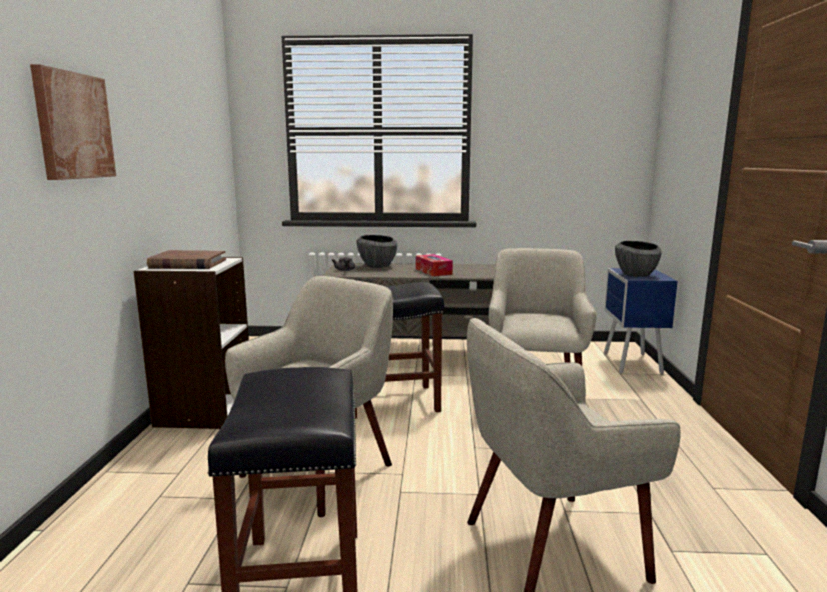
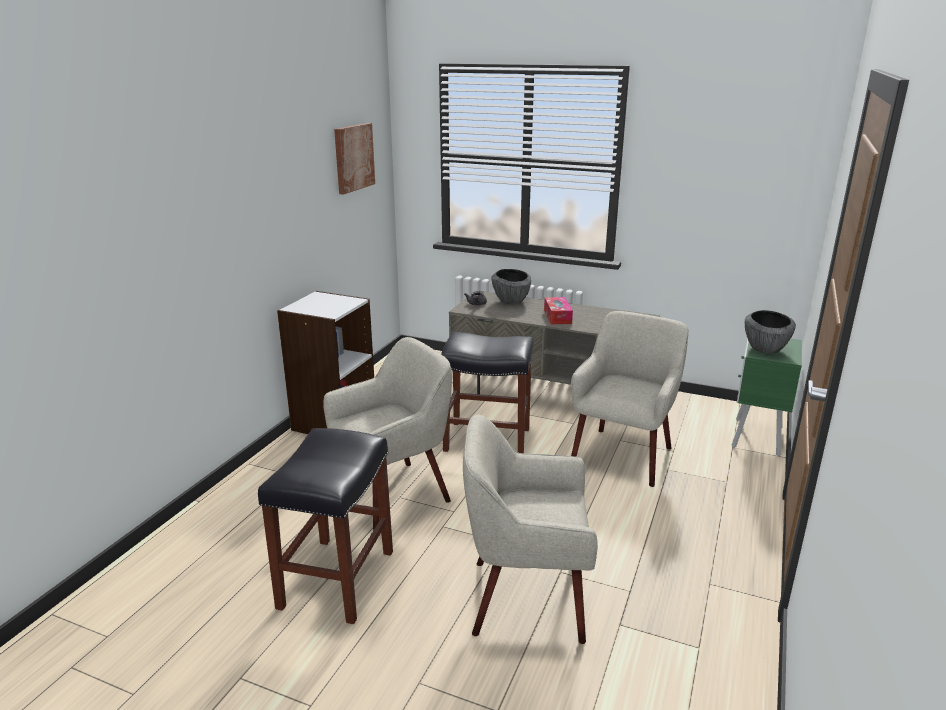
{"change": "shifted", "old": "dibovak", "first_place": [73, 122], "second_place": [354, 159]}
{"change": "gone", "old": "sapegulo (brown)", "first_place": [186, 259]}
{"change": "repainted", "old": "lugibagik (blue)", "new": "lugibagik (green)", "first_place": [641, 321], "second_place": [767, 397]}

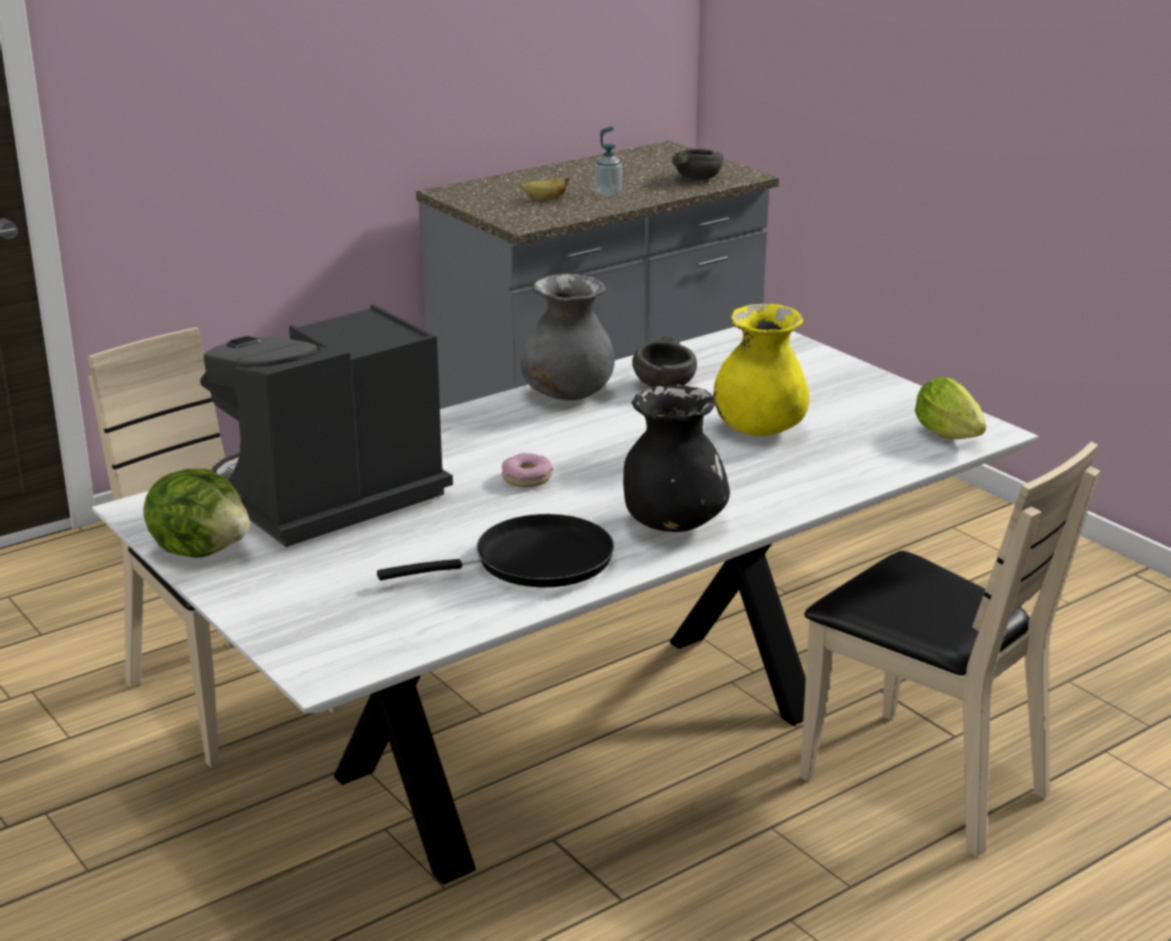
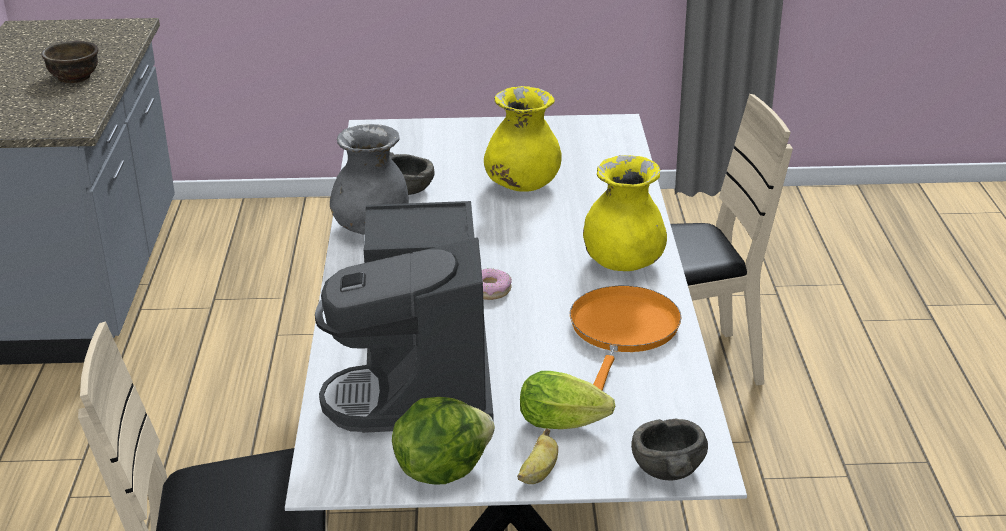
{"change": "swapped", "old": "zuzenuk", "new": "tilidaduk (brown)", "first_place": [608, 161], "second_place": [70, 62]}
{"change": "shifted", "old": "tilidaduk (grey)", "first_place": [698, 164], "second_place": [669, 449]}
{"change": "shifted", "old": "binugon", "first_place": [544, 188], "second_place": [537, 456]}
{"change": "shifted", "old": "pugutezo", "first_place": [950, 408], "second_place": [567, 400]}
{"change": "repainted", "old": "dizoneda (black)", "new": "dizoneda (yellow)", "first_place": [676, 458], "second_place": [625, 213]}
{"change": "repainted", "old": "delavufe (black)", "new": "delavufe (orange)", "first_place": [495, 550], "second_place": [625, 338]}

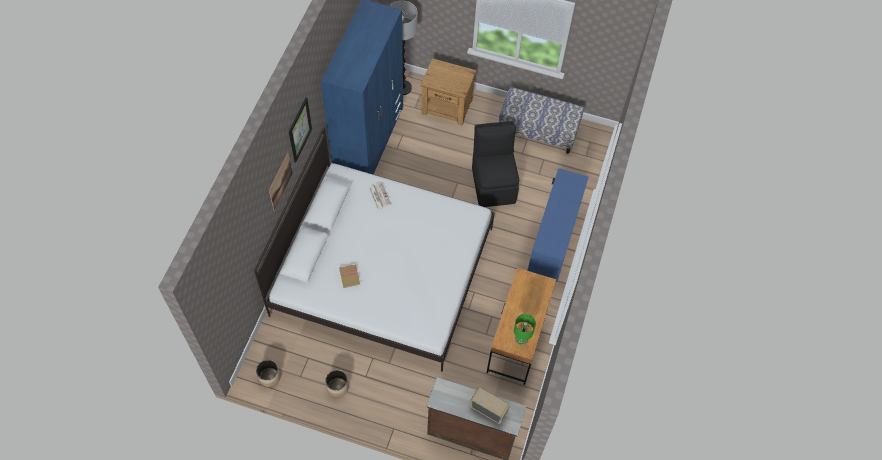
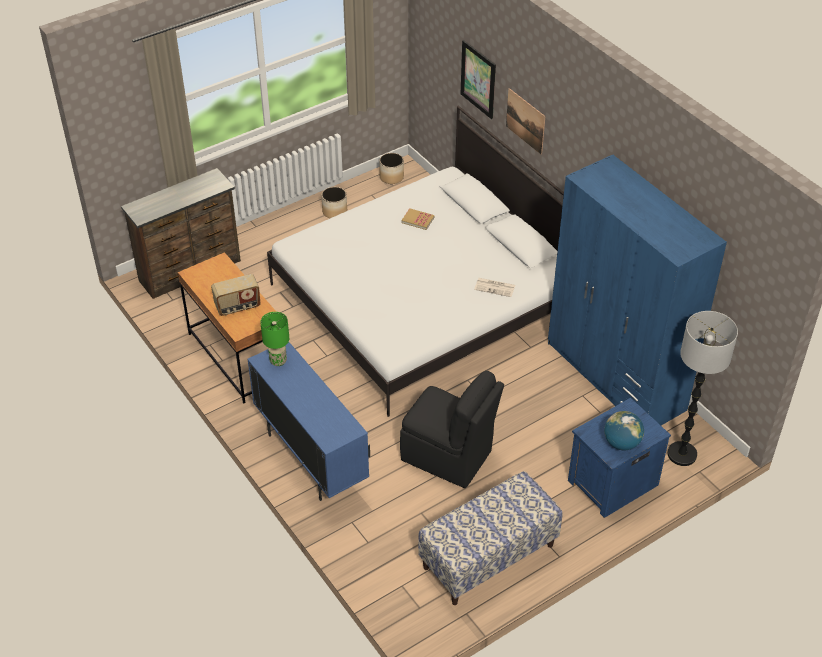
{"change": "repainted", "old": "lugibagik (brown)", "new": "lugibagik (blue)", "first_place": [448, 92], "second_place": [619, 458]}
{"change": "shifted", "old": "dibovak", "first_place": [300, 129], "second_place": [478, 79]}
{"change": "shifted", "old": "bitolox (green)", "first_place": [525, 329], "second_place": [274, 339]}
{"change": "shifted", "old": "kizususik", "first_place": [490, 405], "second_place": [236, 295]}
{"change": "new", "new": "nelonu", "second_place": [624, 431]}

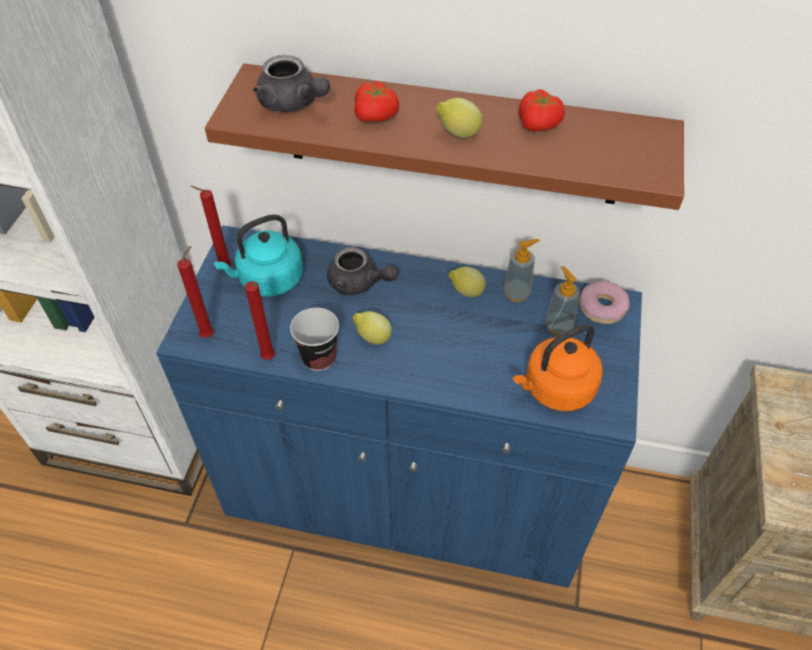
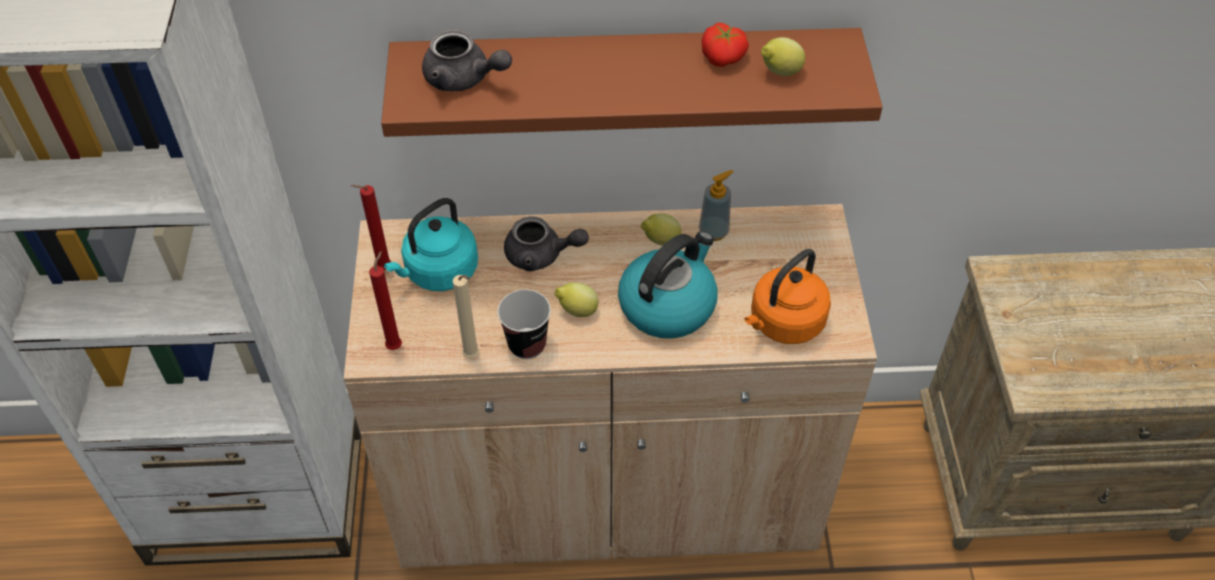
{"change": "gone", "old": "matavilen", "first_place": [376, 101]}
{"change": "shifted", "old": "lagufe", "first_place": [459, 118], "second_place": [783, 56]}
{"change": "repainted", "old": "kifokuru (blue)", "new": "kifokuru (beige)", "first_place": [399, 406], "second_place": [610, 386]}
{"change": "gone", "old": "zuzenuk", "first_place": [562, 300]}
{"change": "repainted", "old": "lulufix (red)", "new": "lulufix (beige)", "first_place": [260, 320], "second_place": [466, 317]}
{"change": "gone", "old": "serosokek", "first_place": [604, 302]}
{"change": "new", "new": "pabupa", "second_place": [667, 285]}

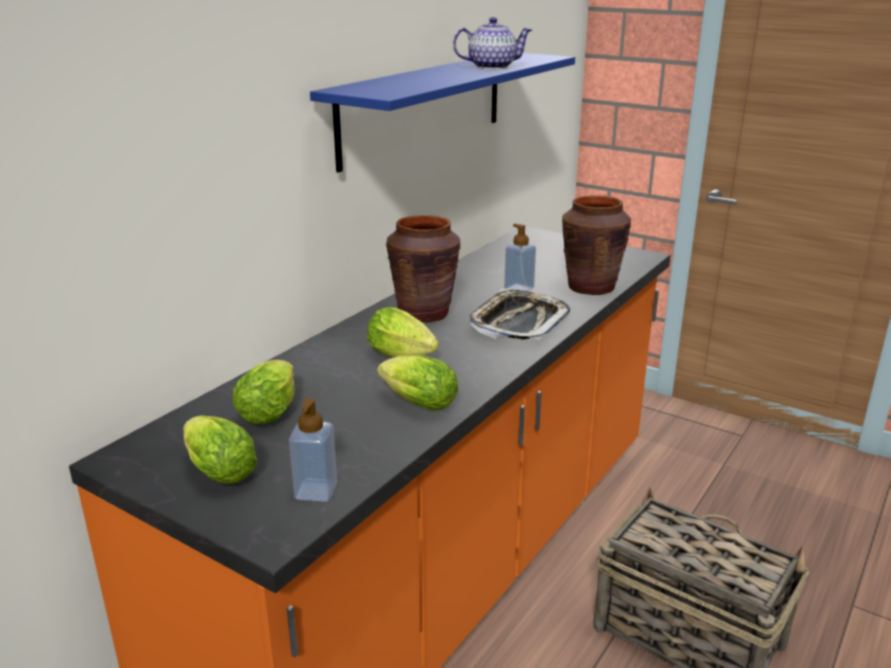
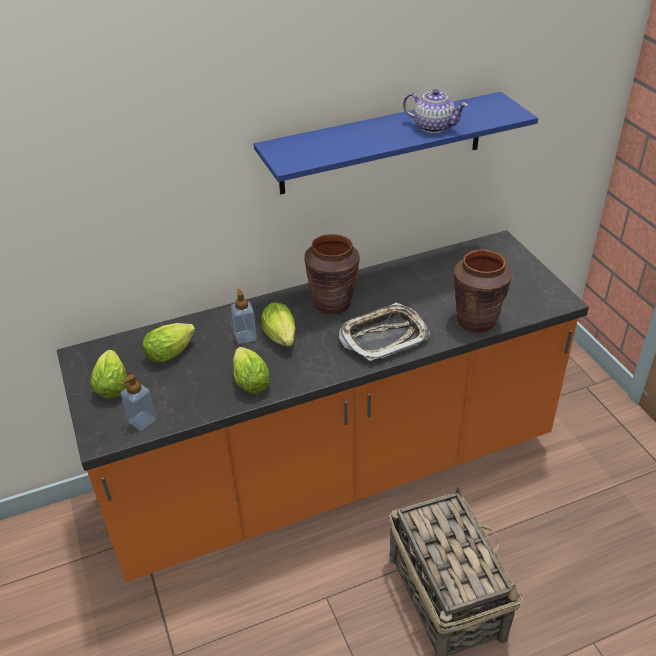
{"change": "shifted", "old": "zuzenuk", "first_place": [520, 257], "second_place": [243, 316]}

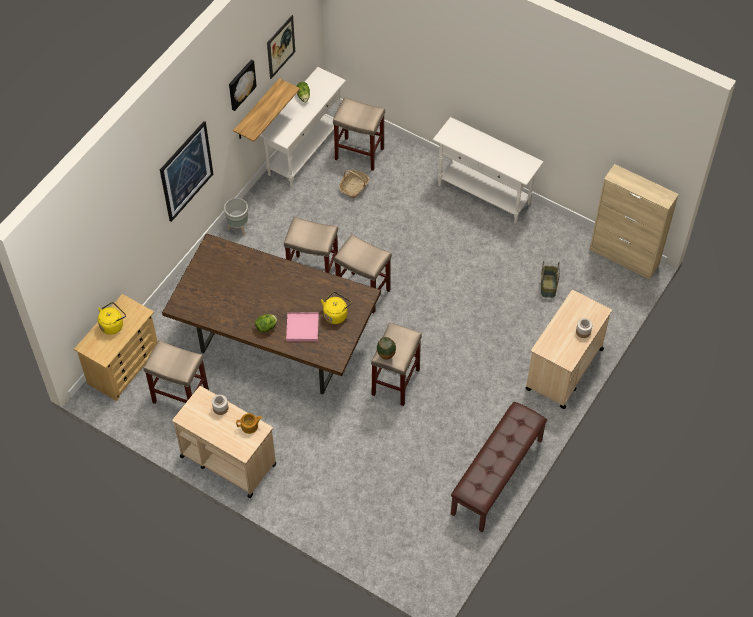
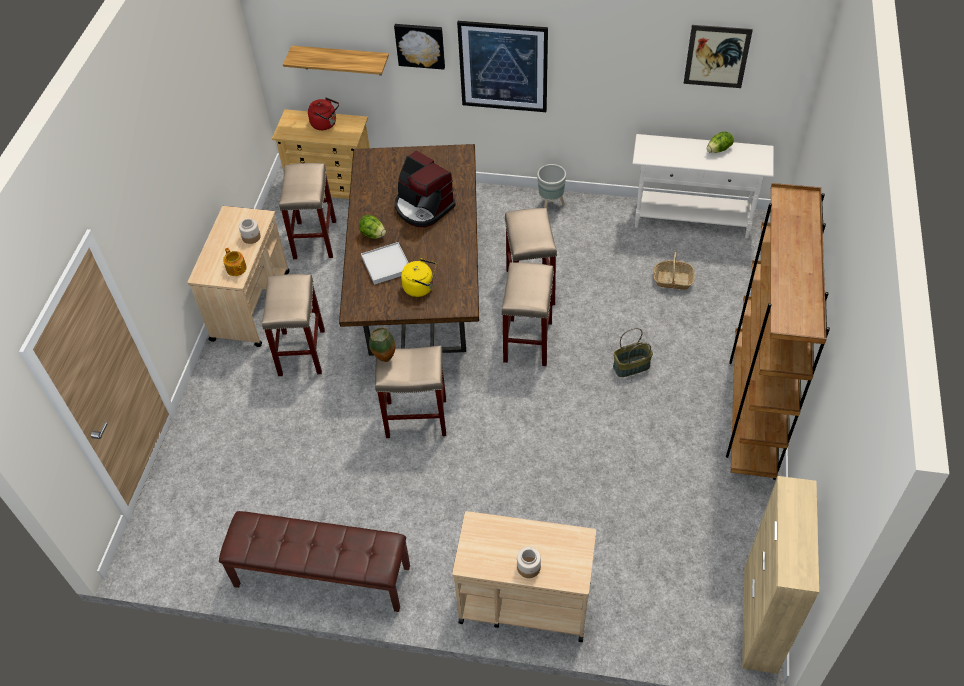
{"change": "shifted", "old": "dibovak", "first_place": [243, 85], "second_place": [419, 47]}
{"change": "shifted", "old": "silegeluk", "first_place": [266, 110], "second_place": [336, 60]}
{"change": "shifted", "old": "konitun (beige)", "first_place": [359, 134], "second_place": [293, 325]}
{"change": "swapped", "old": "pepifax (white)", "new": "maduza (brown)", "first_place": [488, 170], "second_place": [778, 331]}
{"change": "shifted", "old": "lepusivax", "first_place": [550, 279], "second_place": [633, 352]}
{"change": "repainted", "old": "pabupa (yellow)", "new": "pabupa (red)", "first_place": [112, 318], "second_place": [323, 113]}
{"change": "repainted", "old": "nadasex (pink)", "new": "nadasex (white)", "first_place": [302, 327], "second_place": [384, 263]}
{"change": "new", "new": "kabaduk", "second_place": [425, 189]}

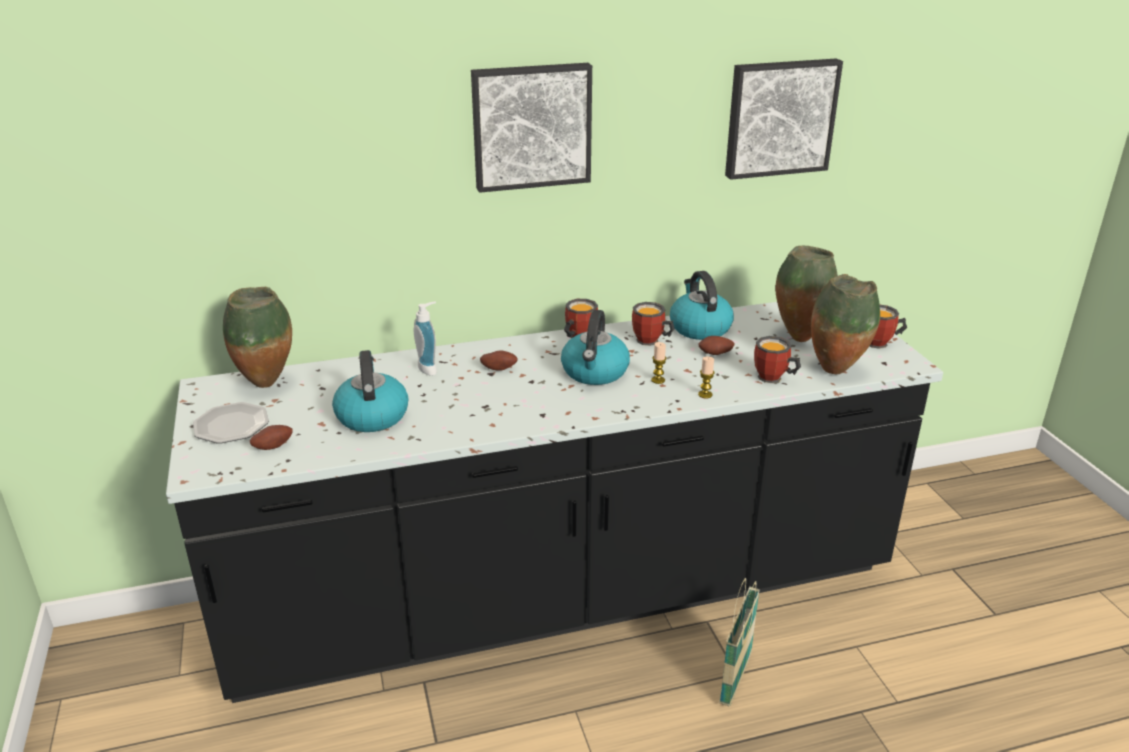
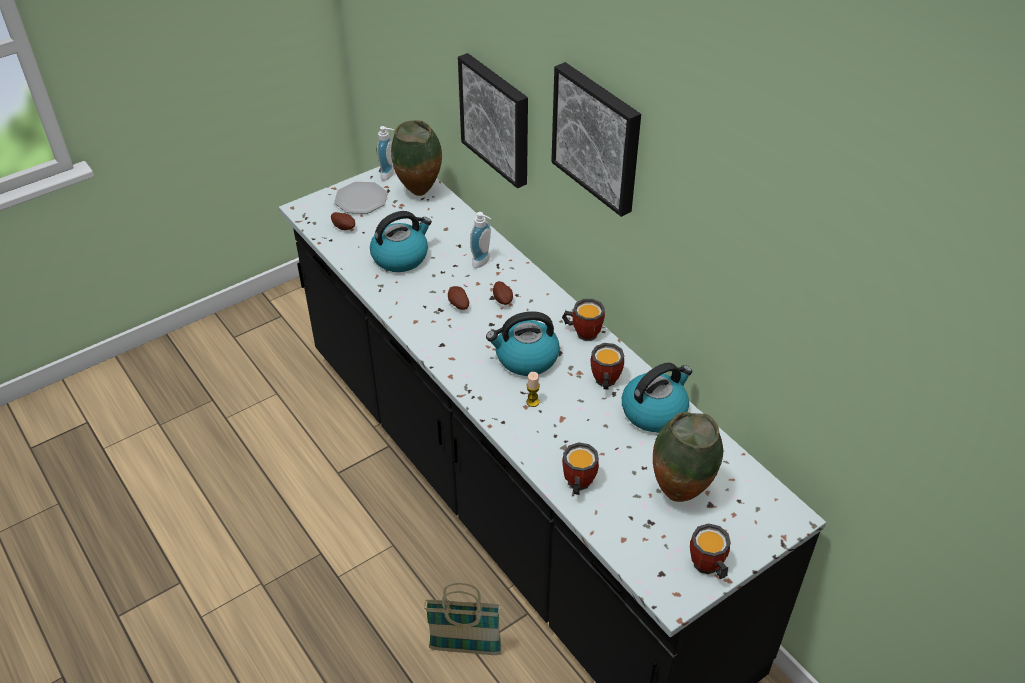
{"change": "shifted", "old": "dibovak", "first_place": [784, 119], "second_place": [493, 120]}
{"change": "gone", "old": "dizoneda", "first_place": [845, 324]}
{"change": "shifted", "old": "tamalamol", "first_place": [716, 345], "second_place": [458, 298]}
{"change": "gone", "old": "lulufix", "first_place": [706, 378]}
{"change": "new", "new": "zuzenuk", "second_place": [385, 153]}

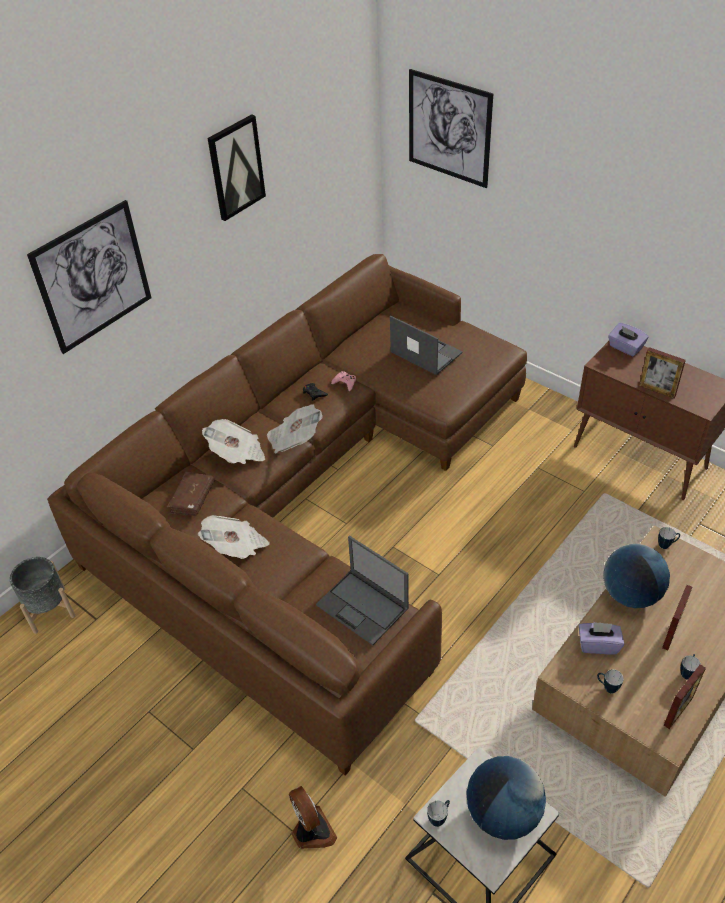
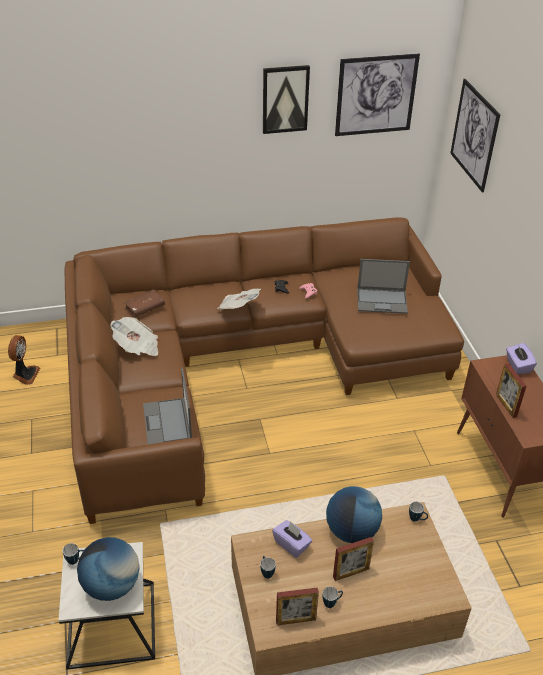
{"change": "shifted", "old": "dibovak", "first_place": [89, 277], "second_place": [377, 95]}
{"change": "rotated", "old": "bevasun", "first_place": [426, 345], "second_place": [383, 286], "degrees": 105}
{"change": "gone", "old": "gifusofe", "first_place": [233, 441]}
{"change": "gone", "old": "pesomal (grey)", "first_place": [42, 595]}
{"change": "shifted", "old": "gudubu", "first_place": [313, 817], "second_place": [24, 360]}

